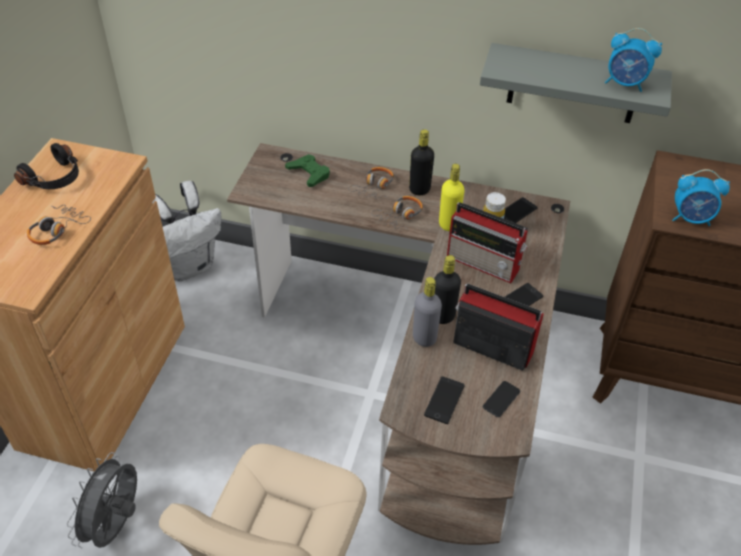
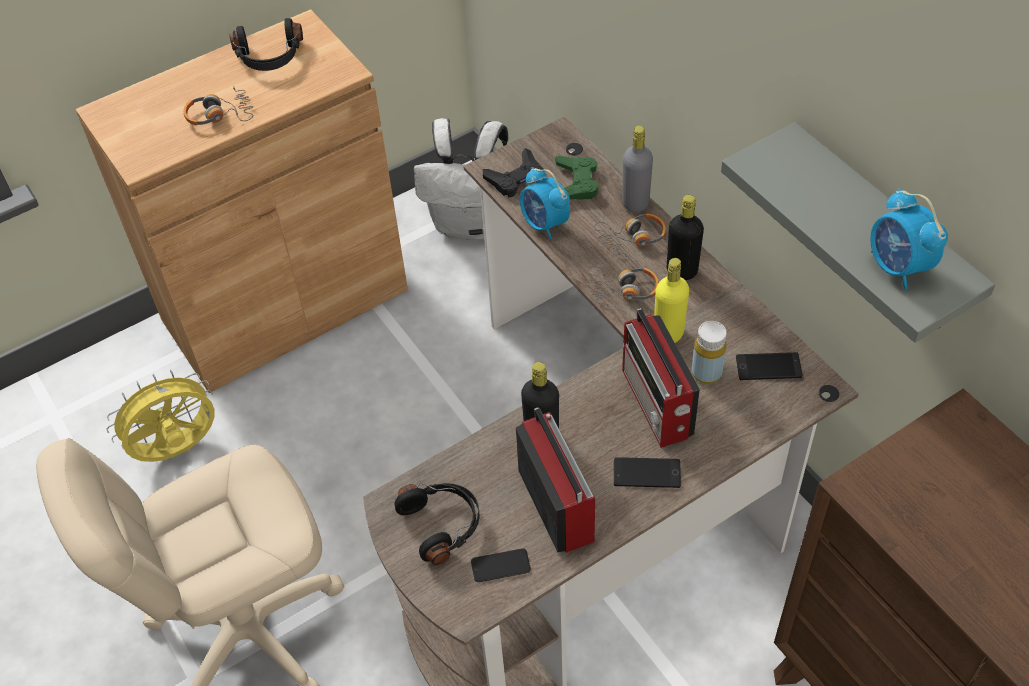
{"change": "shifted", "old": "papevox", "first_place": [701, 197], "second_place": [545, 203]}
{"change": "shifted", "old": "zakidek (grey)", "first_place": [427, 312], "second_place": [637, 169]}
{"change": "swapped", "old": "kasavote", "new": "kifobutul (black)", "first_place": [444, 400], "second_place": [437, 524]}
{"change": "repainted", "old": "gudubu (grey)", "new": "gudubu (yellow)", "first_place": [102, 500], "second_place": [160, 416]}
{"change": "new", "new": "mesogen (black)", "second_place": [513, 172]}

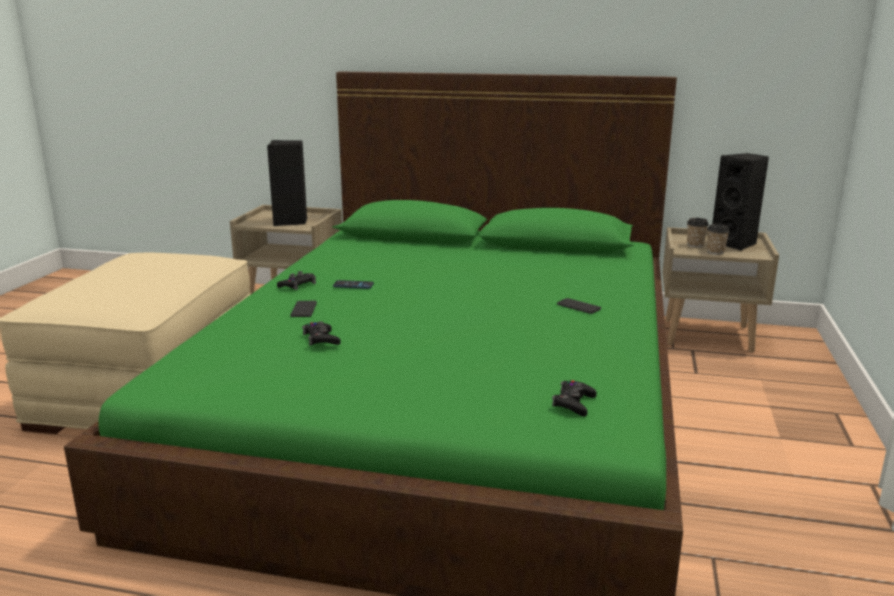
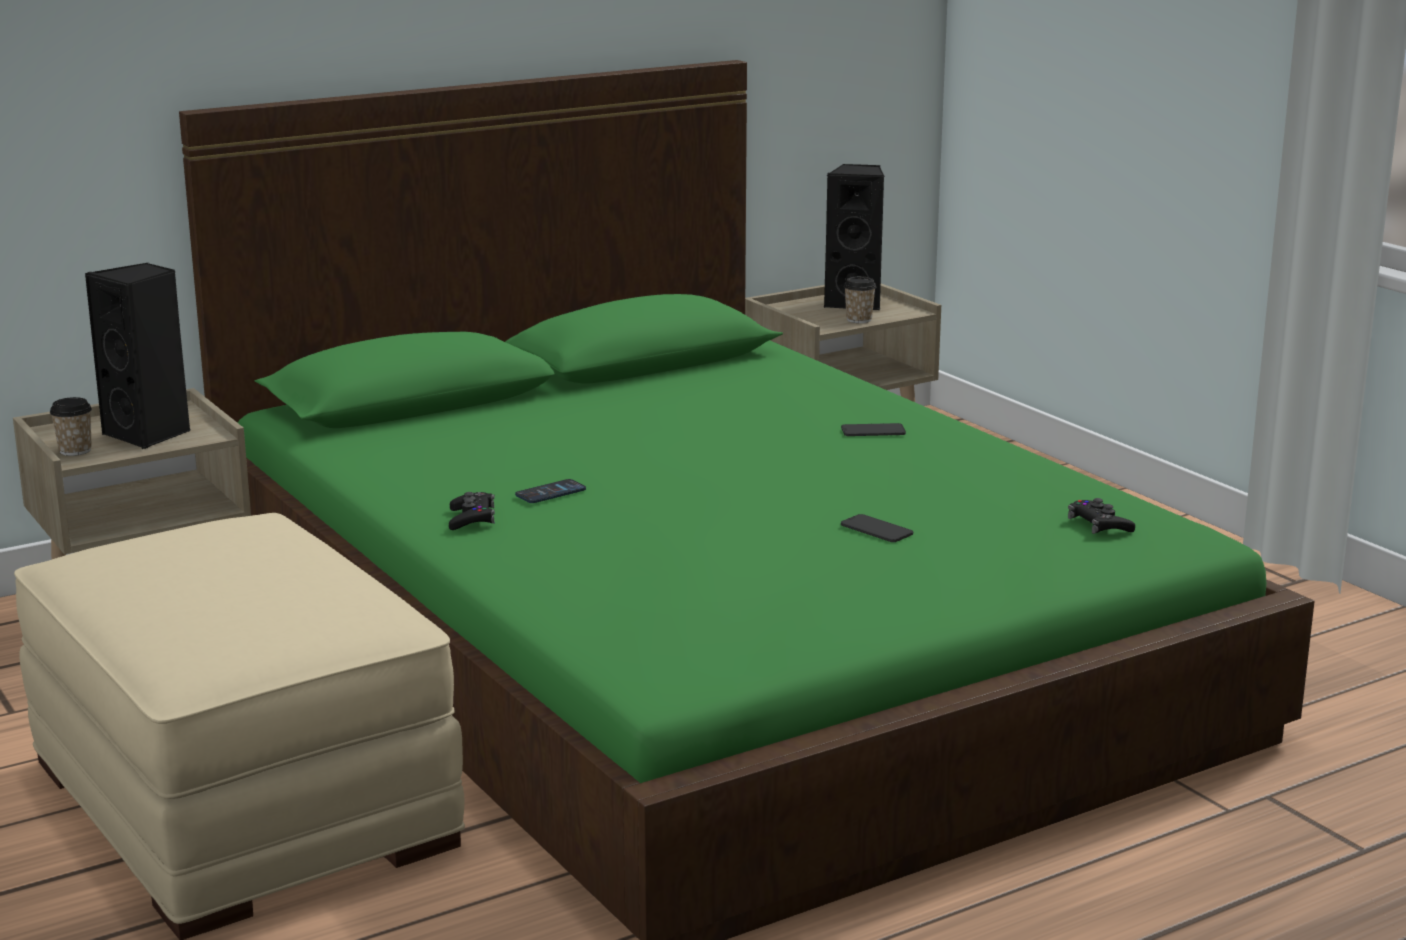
{"change": "shifted", "old": "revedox", "first_place": [697, 233], "second_place": [71, 426]}
{"change": "shifted", "old": "kasavote", "first_place": [303, 309], "second_place": [877, 528]}
{"change": "gone", "old": "mesogen (black)", "first_place": [321, 333]}

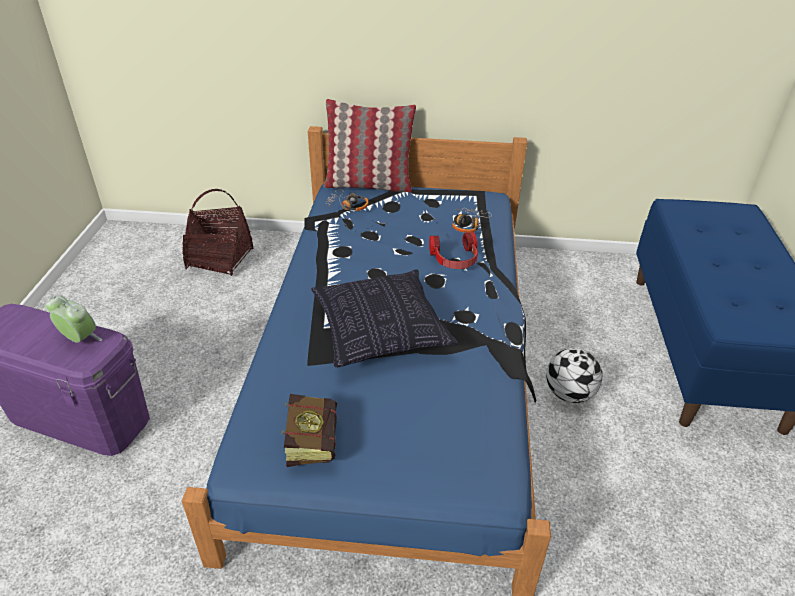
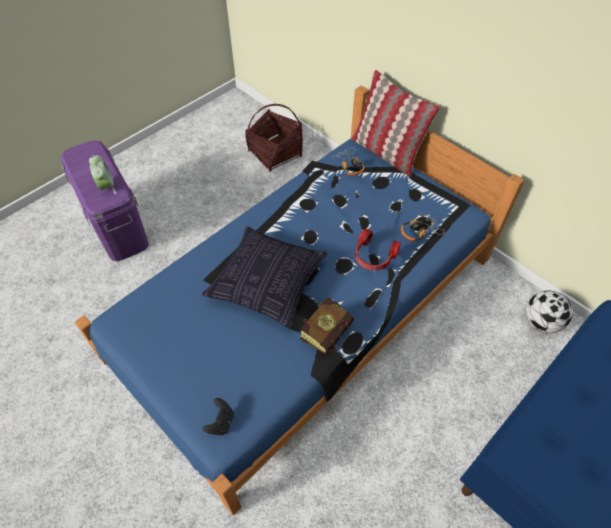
{"change": "shifted", "old": "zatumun", "first_place": [574, 375], "second_place": [549, 312]}
{"change": "shifted", "old": "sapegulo", "first_place": [309, 430], "second_place": [327, 325]}
{"change": "new", "new": "mesogen (black)", "second_place": [218, 416]}

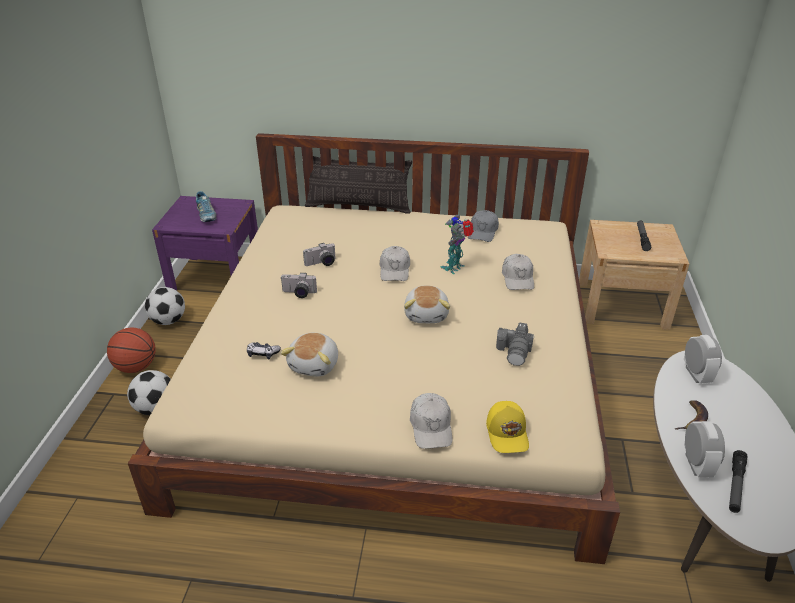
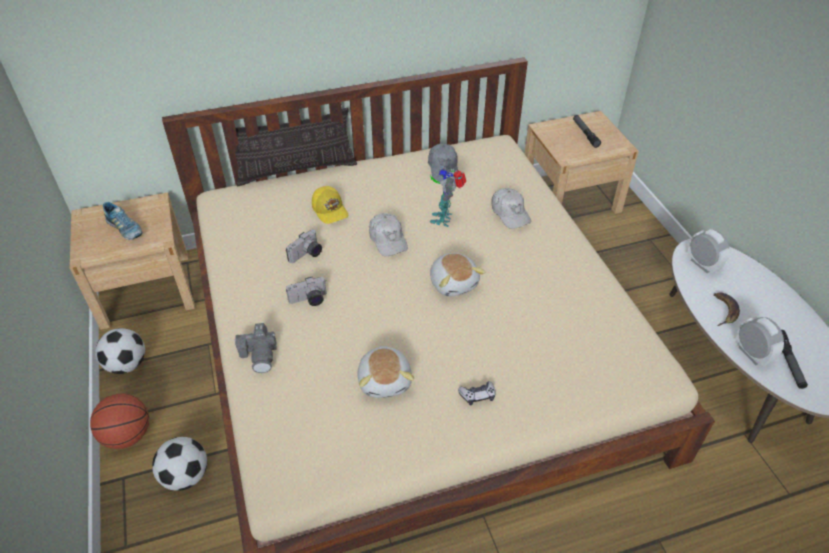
{"change": "repainted", "old": "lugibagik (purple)", "new": "lugibagik (beige)", "first_place": [205, 243], "second_place": [132, 261]}
{"change": "shifted", "old": "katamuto", "first_place": [515, 344], "second_place": [255, 348]}
{"change": "shifted", "old": "mesogen", "first_place": [264, 350], "second_place": [477, 393]}
{"change": "gone", "old": "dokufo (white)", "first_place": [431, 421]}
{"change": "shifted", "old": "dokufo (yellow)", "first_place": [507, 427], "second_place": [330, 205]}

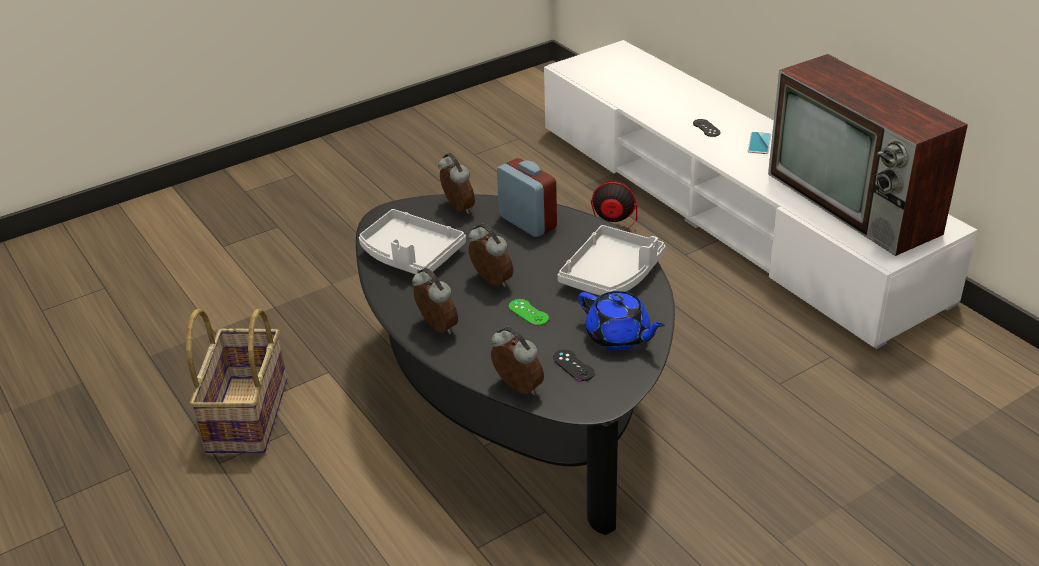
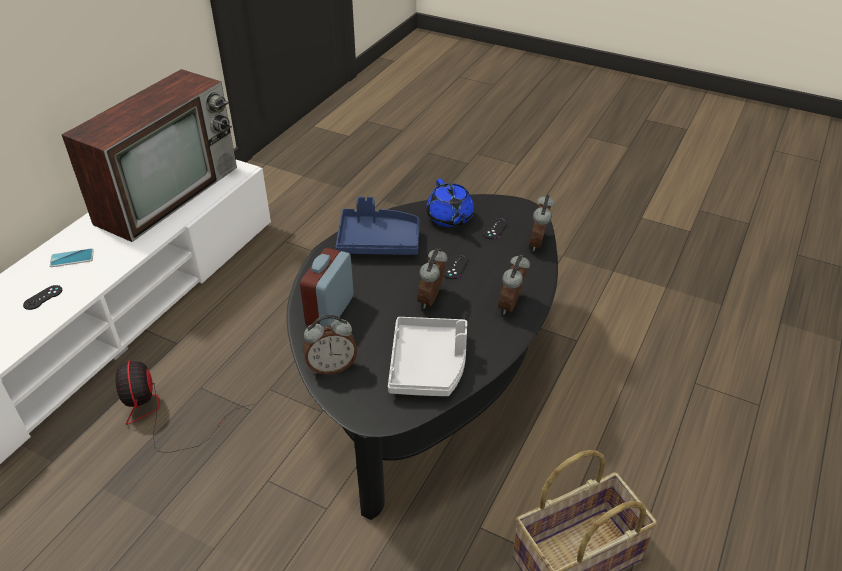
{"change": "rotated", "old": "papevox", "first_place": [456, 183], "second_place": [330, 345], "degrees": -135}
{"change": "repainted", "old": "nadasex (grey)", "new": "nadasex (blue)", "first_place": [611, 260], "second_place": [378, 225]}
{"change": "rotated", "old": "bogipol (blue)", "first_place": [621, 320], "second_place": [450, 203], "degrees": 150}
{"change": "repainted", "old": "mesogen (green)", "new": "mesogen (black)", "first_place": [529, 312], "second_place": [456, 266]}

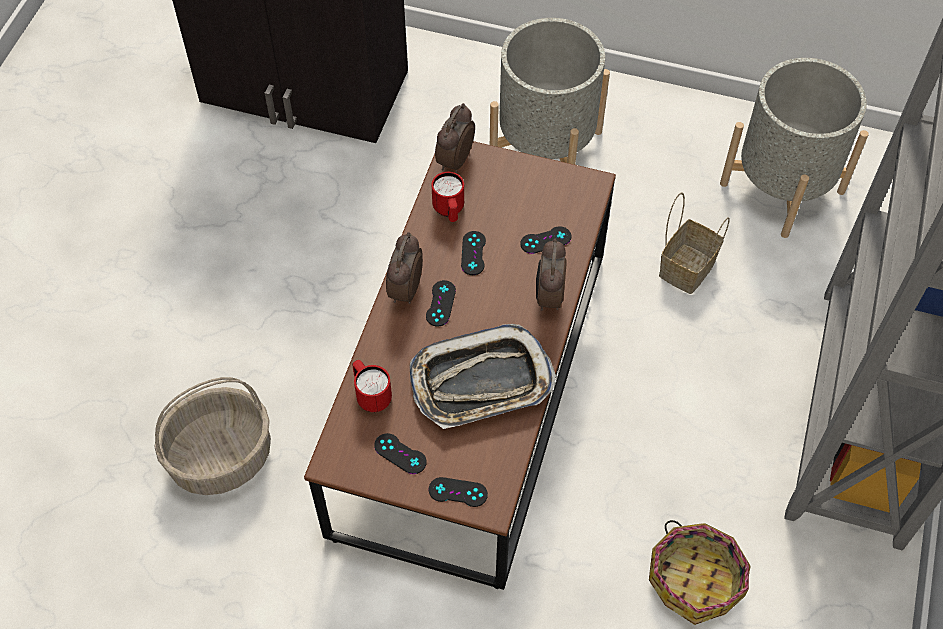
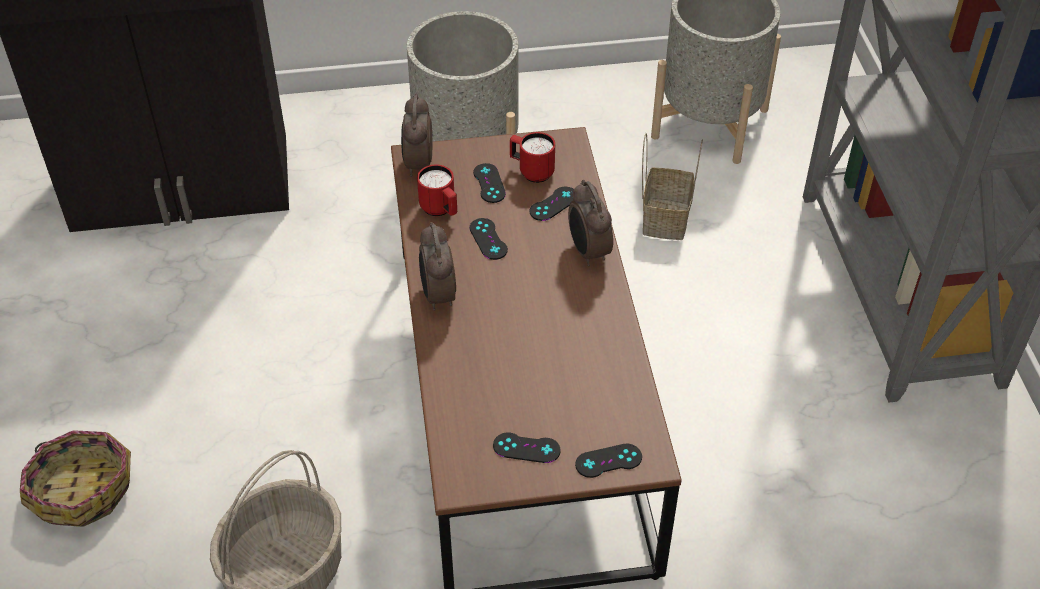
{"change": "shifted", "old": "mesogen (black)", "first_place": [441, 303], "second_place": [489, 183]}
{"change": "gone", "old": "nadasex", "first_place": [483, 376]}
{"change": "shifted", "old": "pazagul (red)", "first_place": [372, 386], "second_place": [532, 157]}
{"change": "shifted", "old": "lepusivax", "first_place": [700, 572], "second_place": [75, 478]}

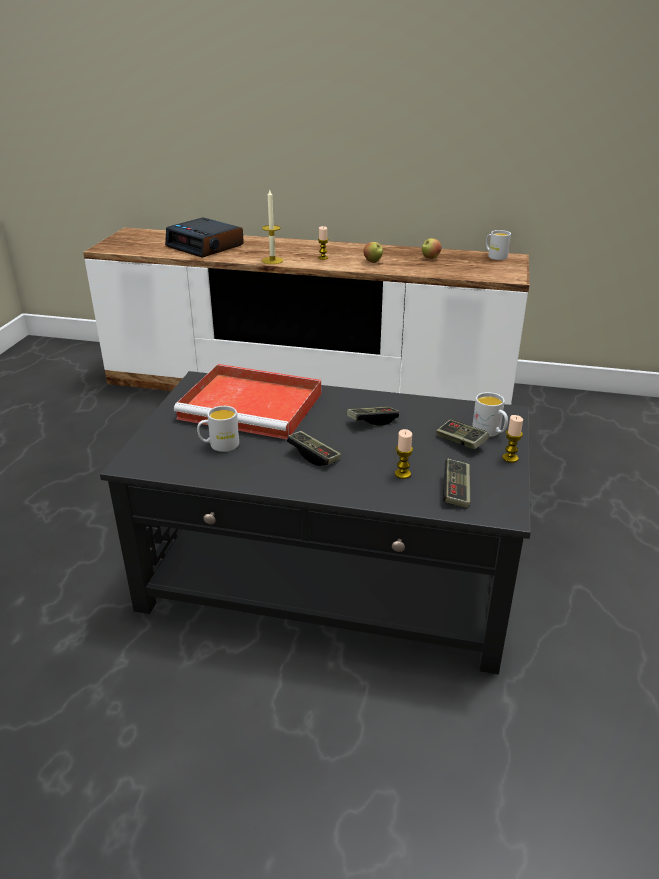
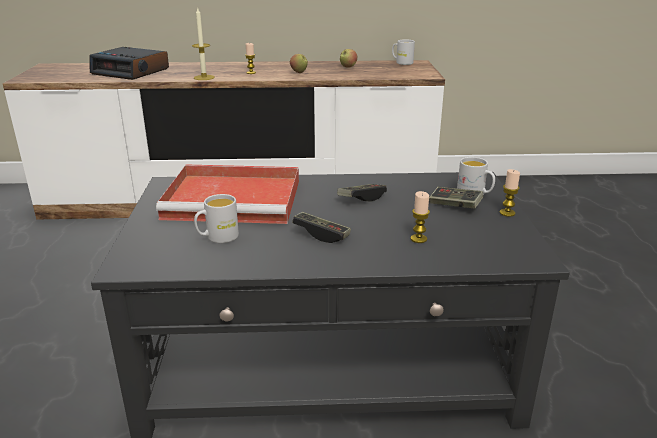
{"change": "gone", "old": "mesogen", "first_place": [456, 483]}

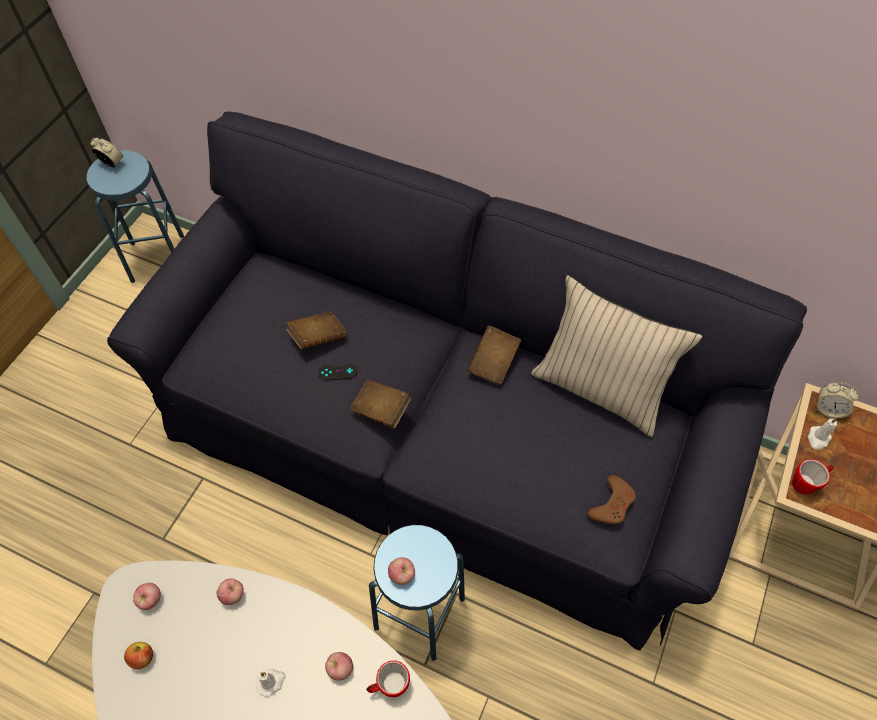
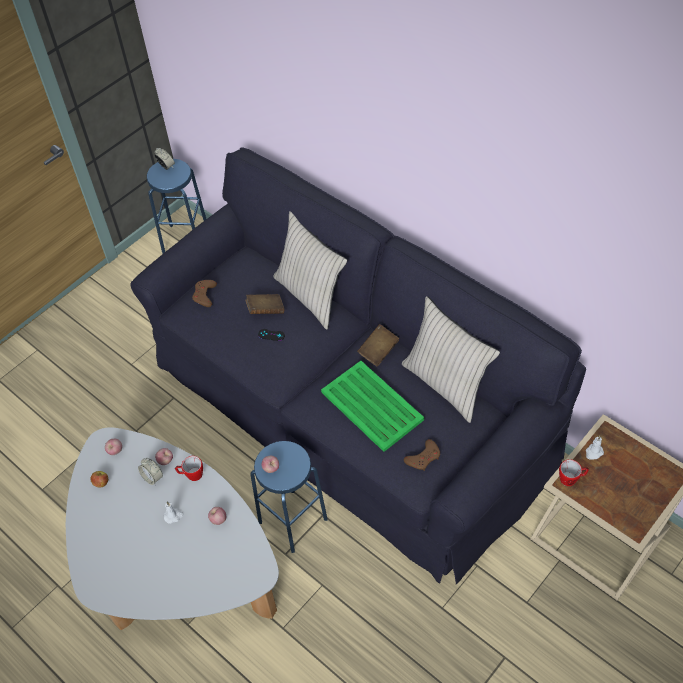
{"change": "gone", "old": "sapegulo (brown)", "first_place": [381, 403]}
{"change": "shifted", "old": "papevox", "first_place": [838, 400], "second_place": [150, 472]}
{"change": "shifted", "old": "pazagul", "first_place": [388, 678], "second_place": [189, 468]}
{"change": "new", "new": "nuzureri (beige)", "second_place": [310, 270]}
{"change": "new", "new": "mesogen (brown)", "second_place": [204, 293]}
{"change": "new", "new": "nadasex (green)", "second_place": [372, 406]}

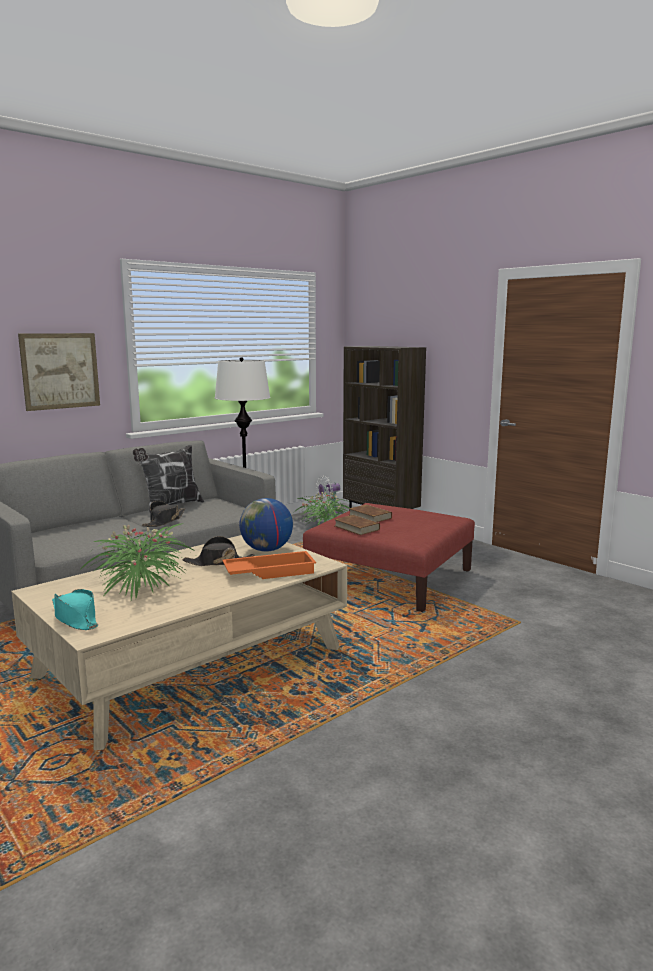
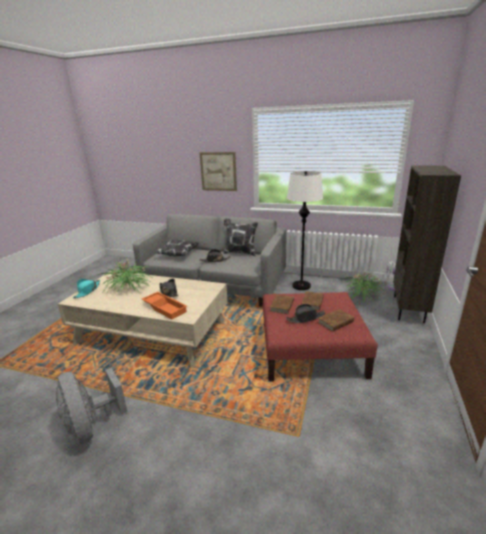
{"change": "gone", "old": "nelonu", "first_place": [266, 525]}
{"change": "new", "new": "nuzureri", "second_place": [177, 247]}
{"change": "new", "new": "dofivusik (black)", "second_place": [305, 313]}
{"change": "new", "new": "sapegulo (brown)", "second_place": [336, 320]}
{"change": "new", "new": "gudubu (grey)", "second_place": [91, 406]}

